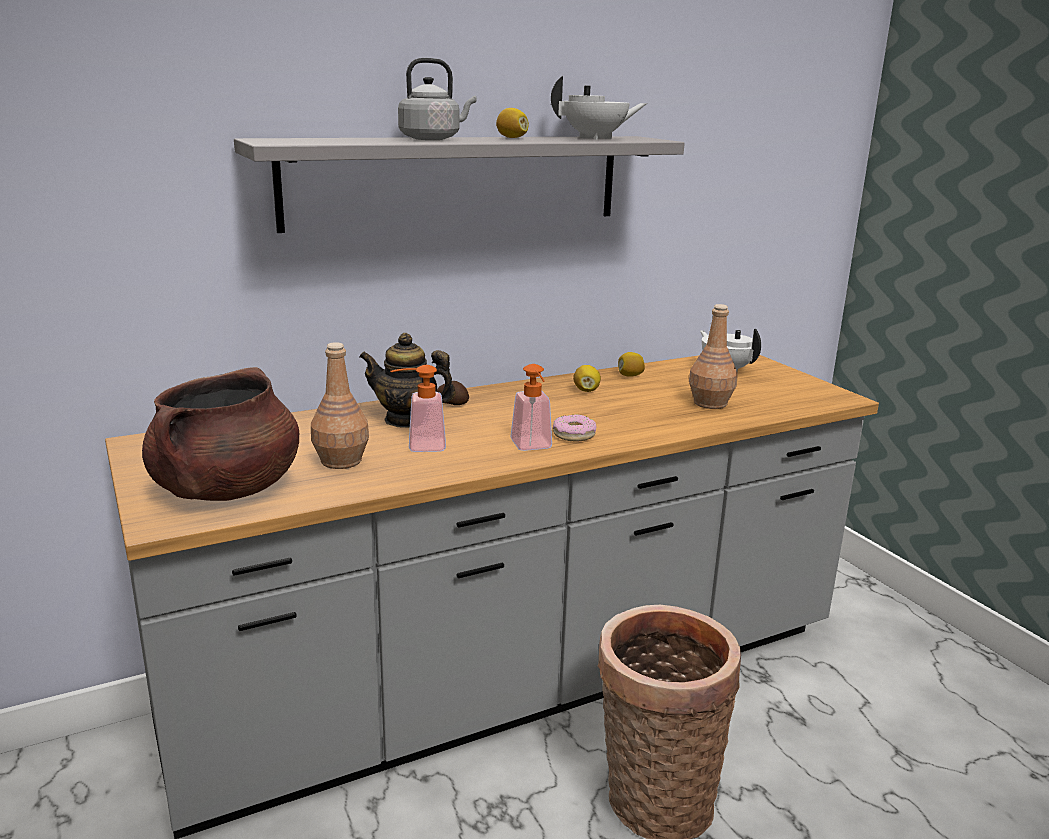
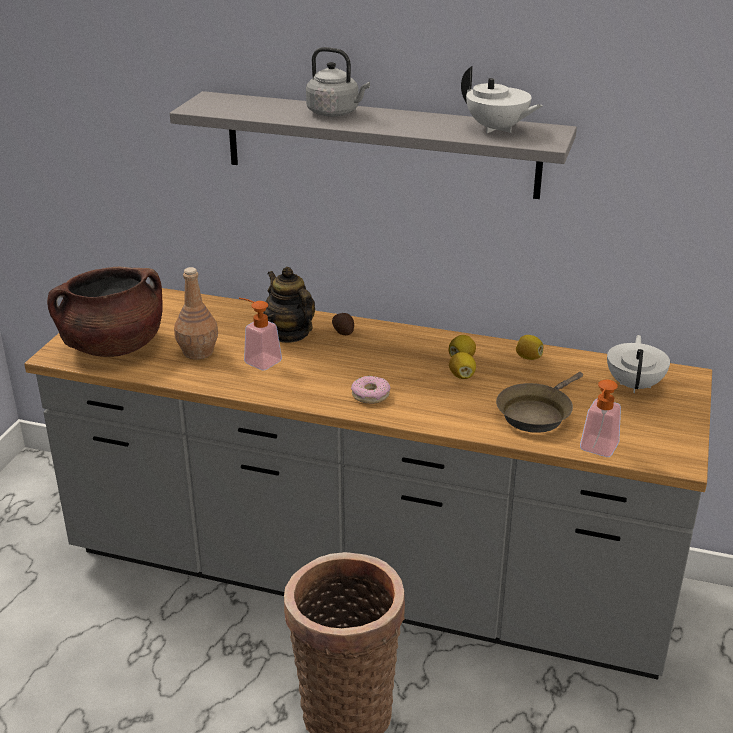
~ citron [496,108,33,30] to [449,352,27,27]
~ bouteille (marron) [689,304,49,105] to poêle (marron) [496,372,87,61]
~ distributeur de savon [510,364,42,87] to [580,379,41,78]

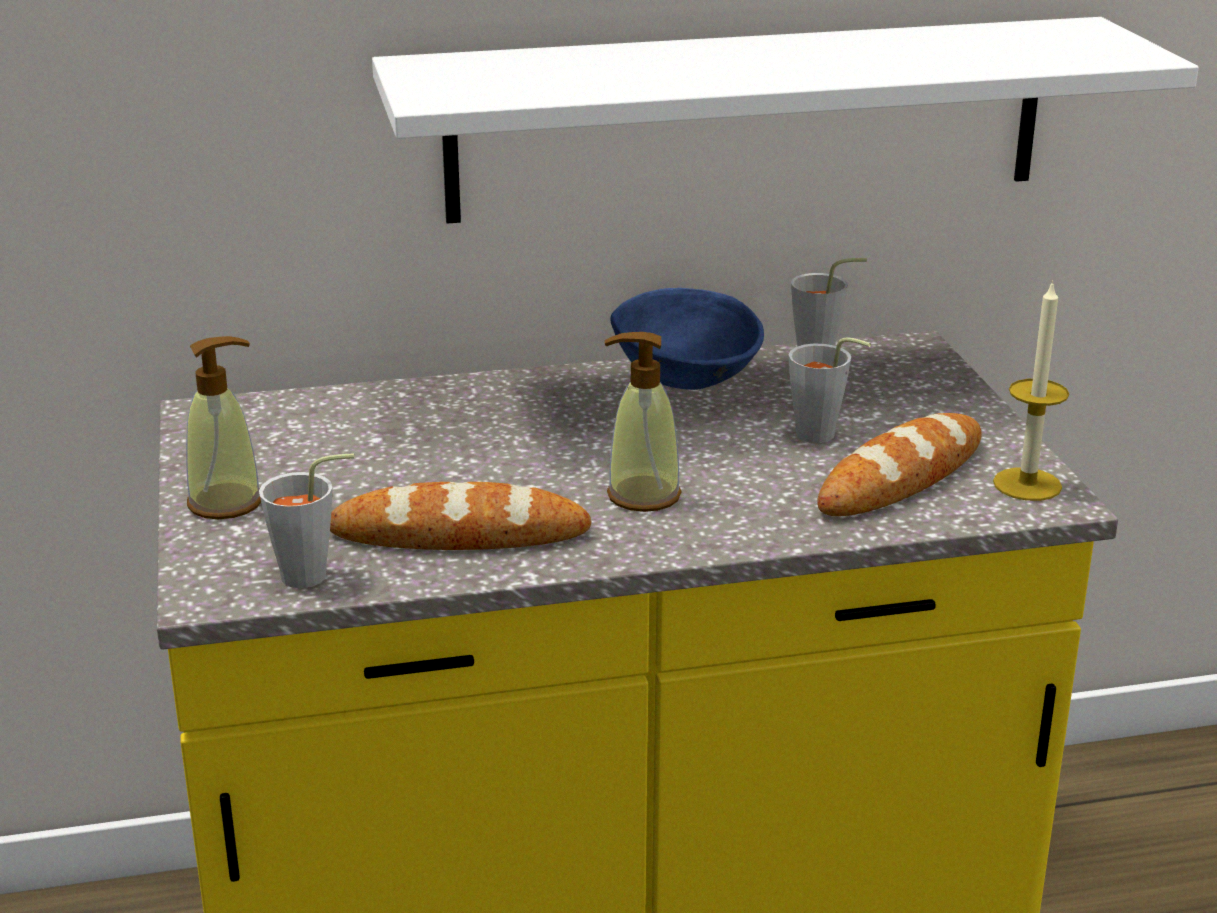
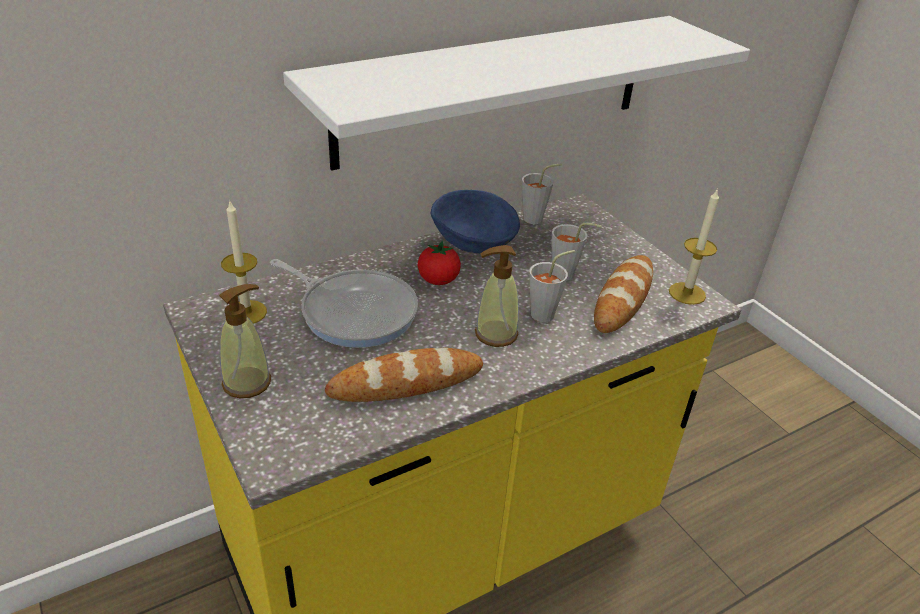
+ bougie [221,202,46,122]
+ poêle [270,259,148,89]
+ tomate [418,241,43,44]
~ tasse (gris) [259,453,95,135] to [529,250,46,72]

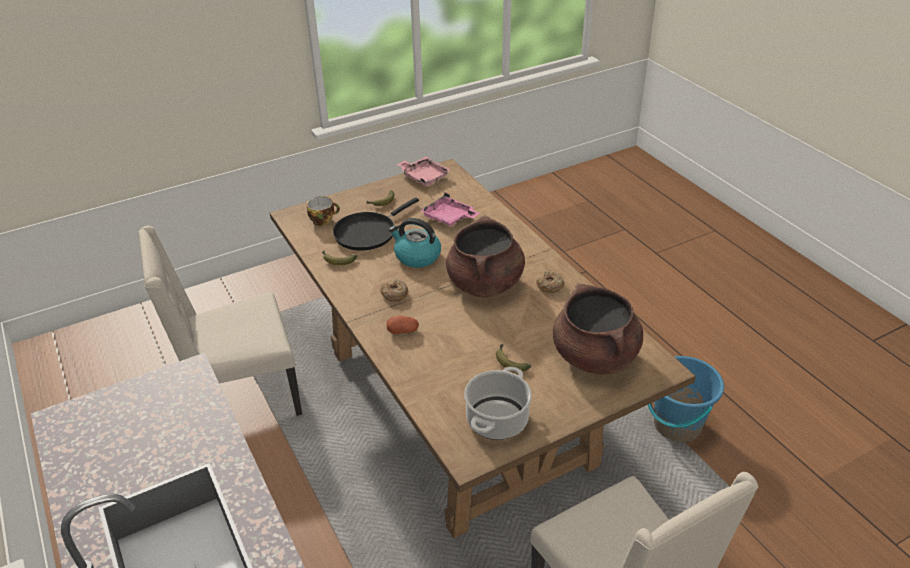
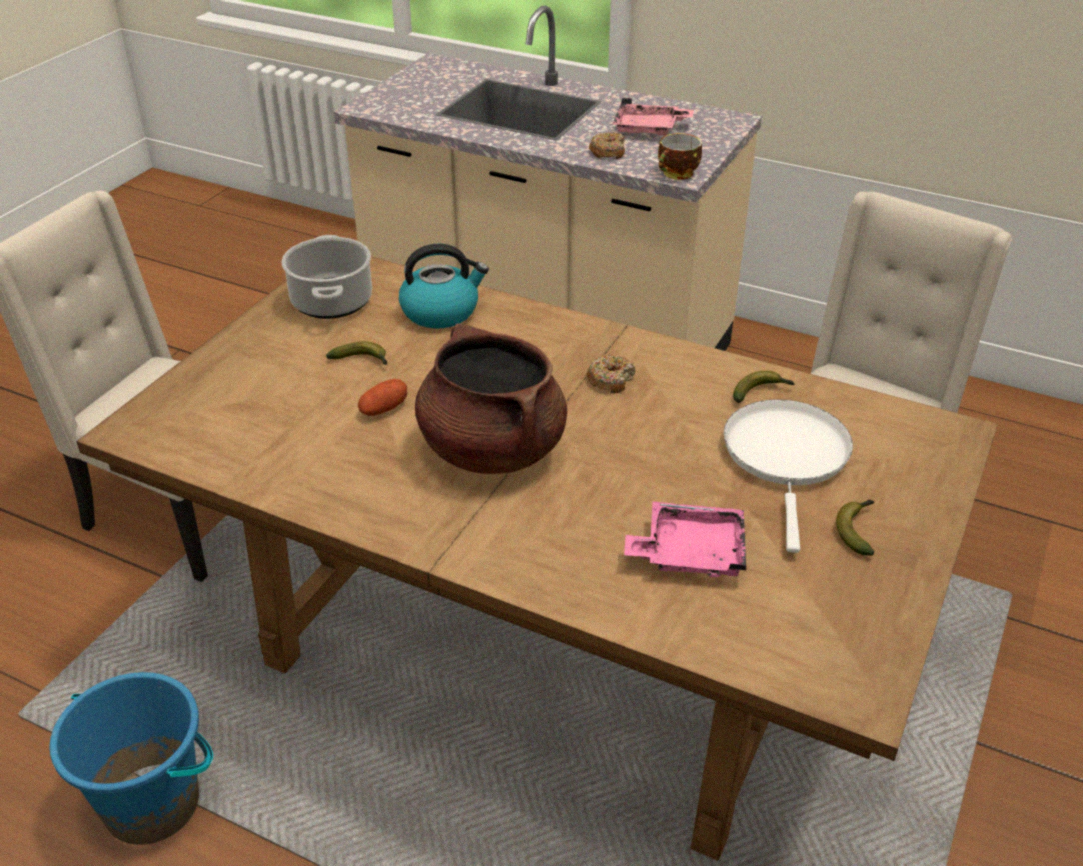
~ pomme de terre [386,316,33,18] to [358,379,49,37]
~ bouilloire [389,218,52,50] to [399,244,90,84]
~ beignet [536,271,29,22] to [589,132,36,27]
~ plateau (rose) [397,156,54,31] to [613,98,81,38]
~ tasse [306,196,34,30] to [658,133,44,47]
~ poêle (noir) [333,197,86,54] to poêle (blanc) [724,399,129,154]
- marmite (marron) [553,283,90,92]

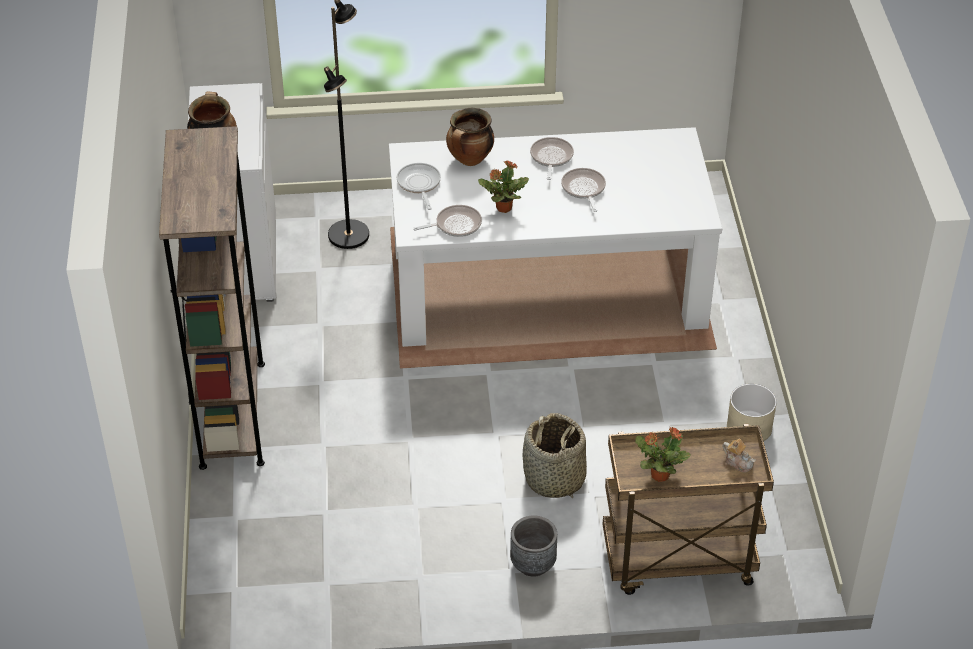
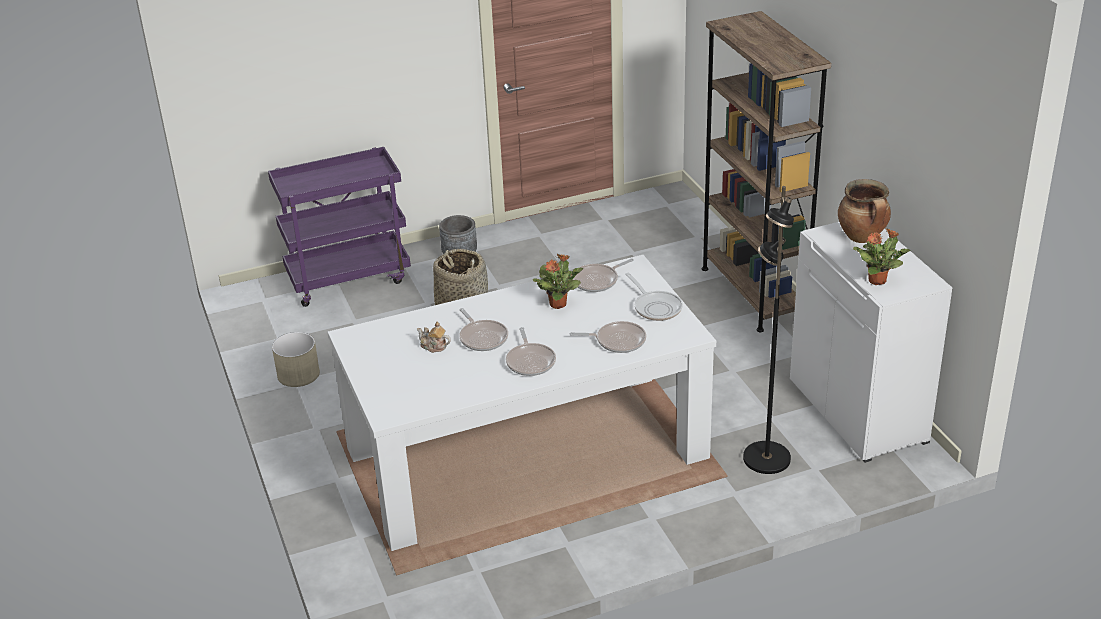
~ chariot (marron) [602,424,172,171] to chariot (violet) [268,147,143,160]
~ théière [722,439,34,34] to [417,322,34,31]
~ marmite [446,108,48,58] to poêle [570,321,76,32]
~ plante en pot [635,427,56,55] to [853,228,57,57]

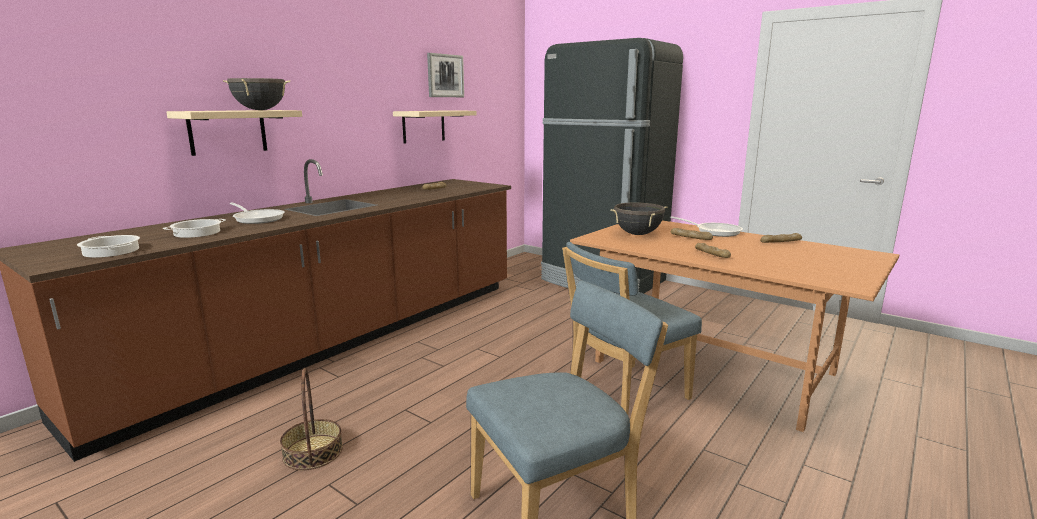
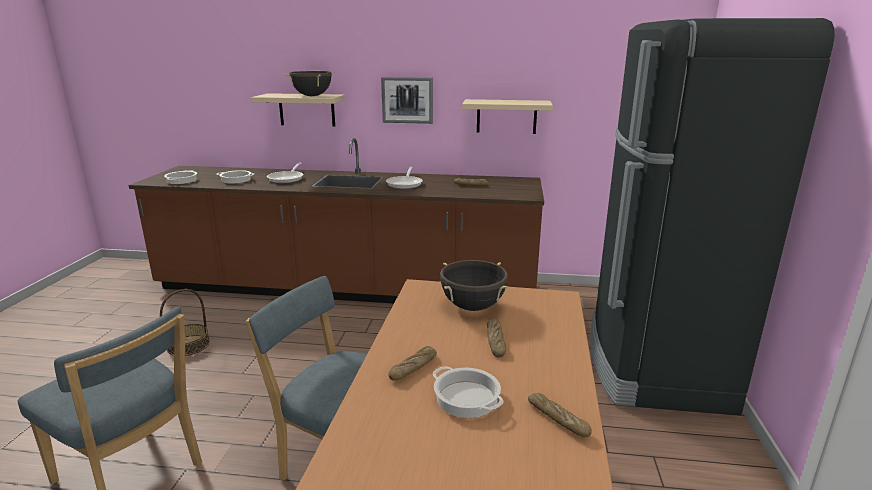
~ tableau [427,53,37,44] to [381,77,52,47]
~ poêle [670,216,73,21] to [386,167,37,22]
+ marmite [432,366,72,52]

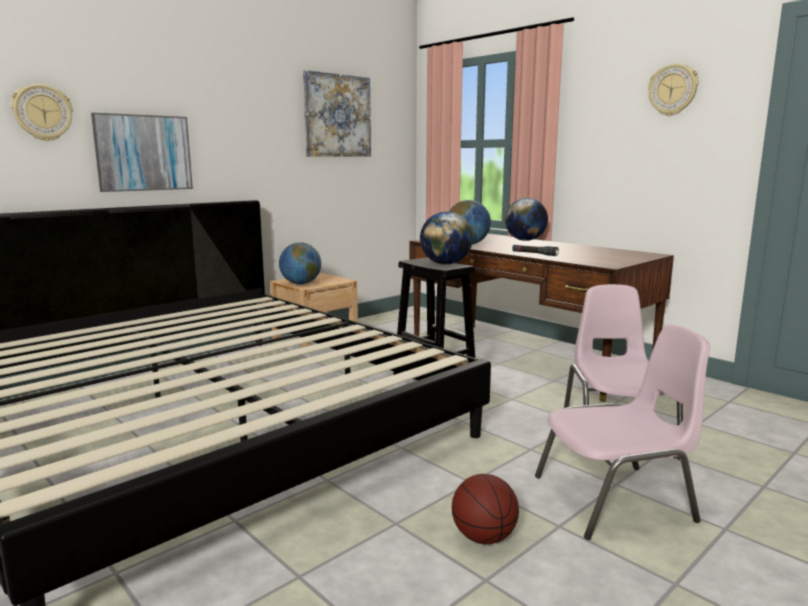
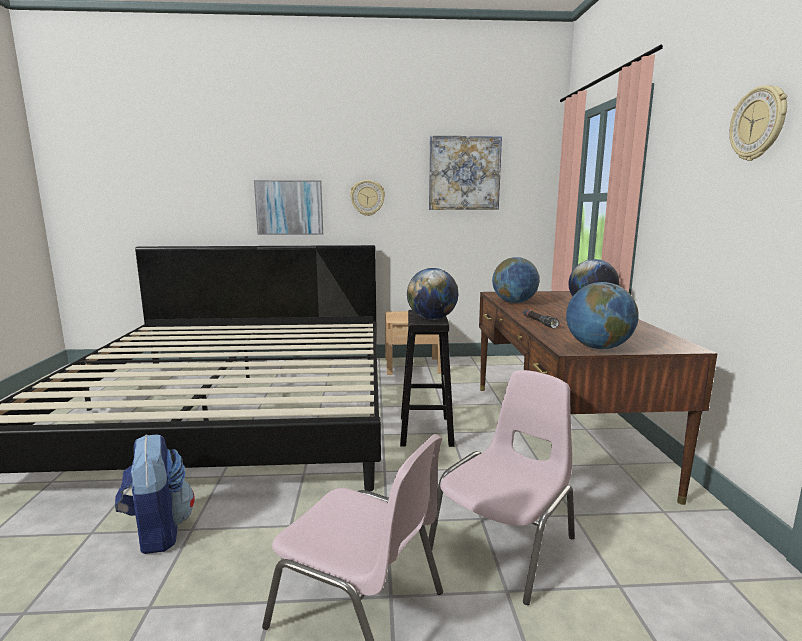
+ sac à dos [115,434,80,120]
~ horloge murale [11,84,62,57] to [350,180,35,36]
~ globe [279,242,42,42] to [566,282,73,67]
- ballon de basket [452,474,67,70]

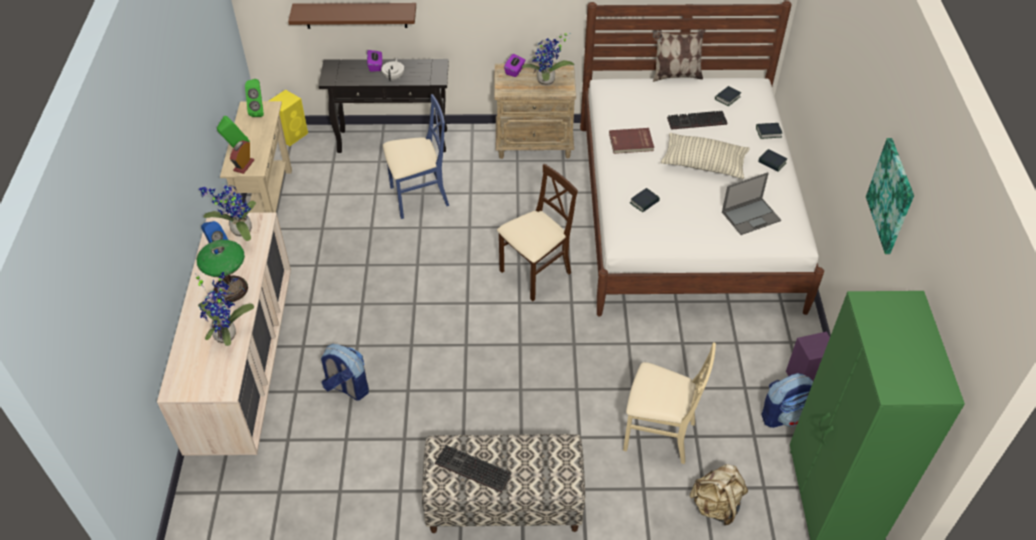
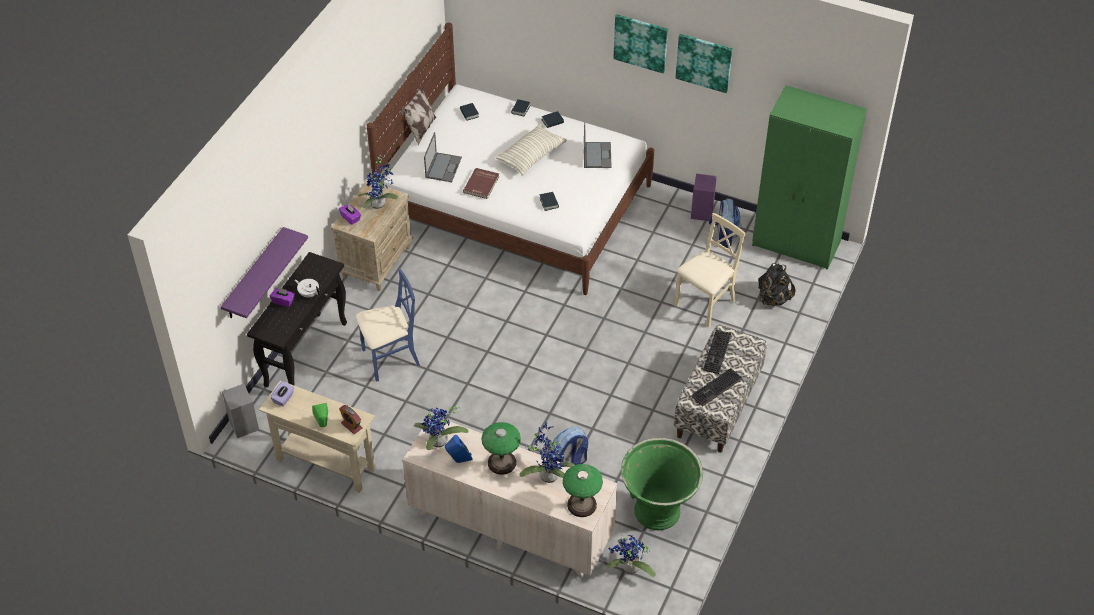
~ étagère (marron) [288,3,128,26] to étagère (violet) [221,227,87,91]
~ enceinte (jaune) [269,90,39,56] to enceinte (gris) [222,384,37,54]
~ enceinte (vert) [245,79,19,38] to boîte à mouchoirs (violet) [270,381,24,26]
~ chaise (bleu) [383,94,66,125] = [356,269,64,113] 60 degrees clockwise
+ ordinateur portable [424,132,38,50]
+ lampe de table [563,464,40,53]
+ plante en pot [607,535,49,42]
+ tableau [613,14,55,60]
+ cache-pot (vert) [621,438,82,92]
~ clavier [667,111,60,19] to [703,330,28,44]
~ sac à dos (beige) [690,464,58,62] to sac à dos (noir) [758,263,37,43]
- chaise (beige) [497,164,81,137]

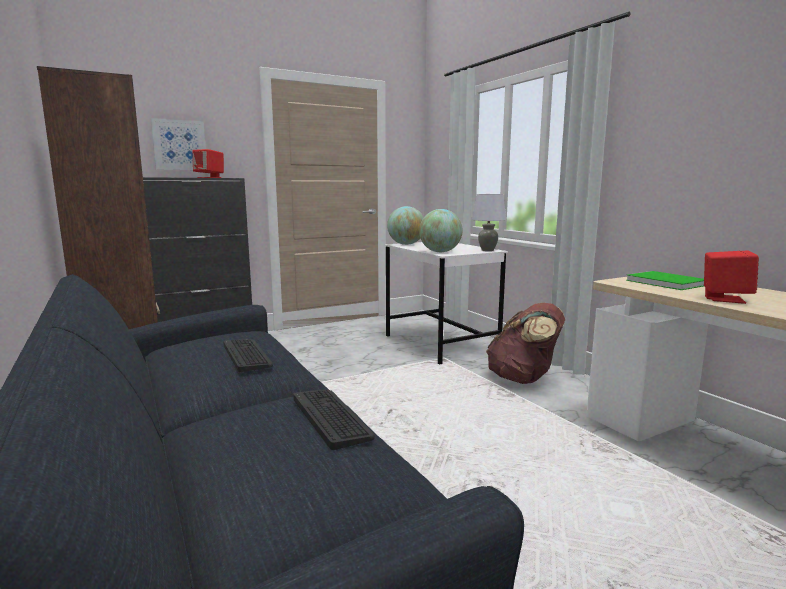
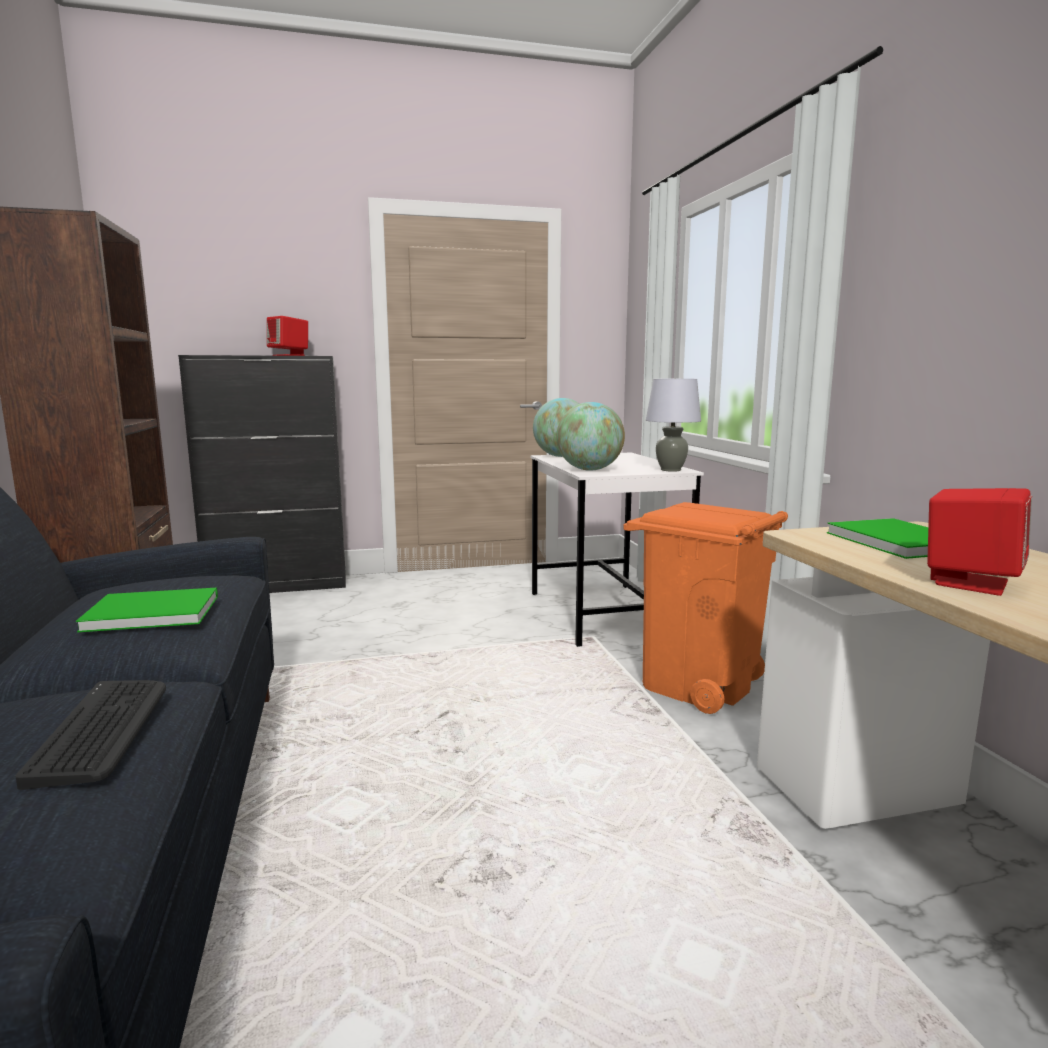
~ clavier [223,339,50,33] to livre (vert) [76,588,142,44]
~ sac à dos (marron) [487,303,78,81] to poubelle (orange) [623,502,165,212]
- tableau [151,118,55,52]

